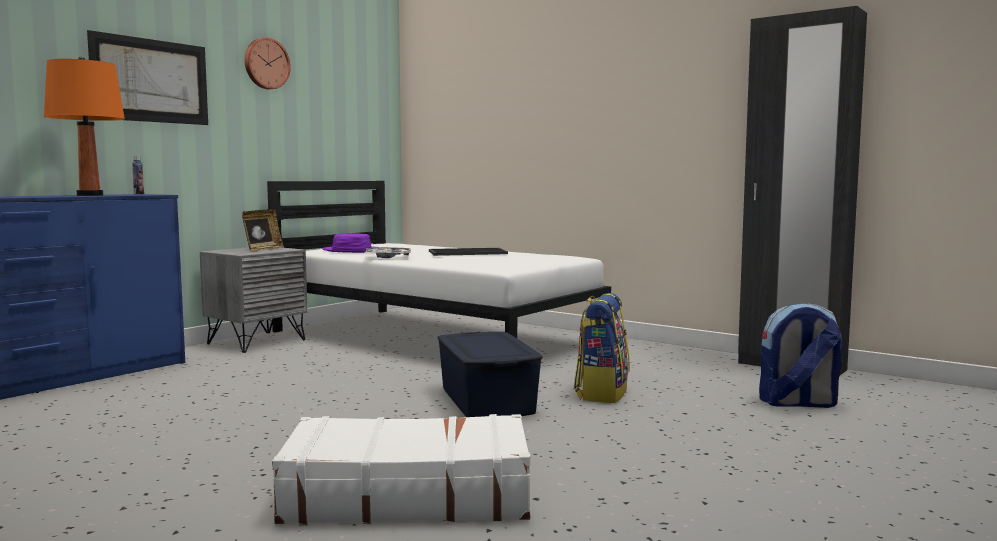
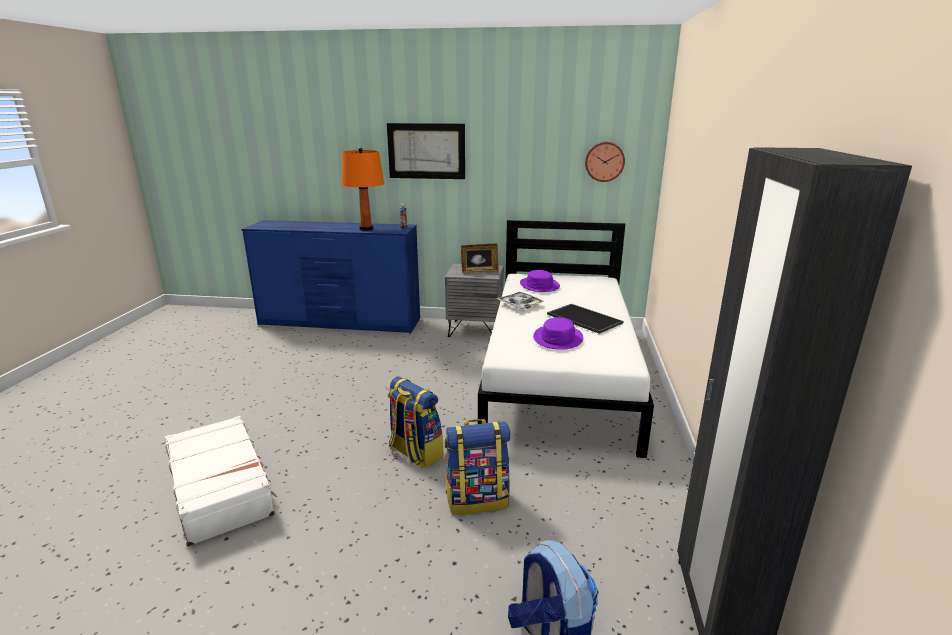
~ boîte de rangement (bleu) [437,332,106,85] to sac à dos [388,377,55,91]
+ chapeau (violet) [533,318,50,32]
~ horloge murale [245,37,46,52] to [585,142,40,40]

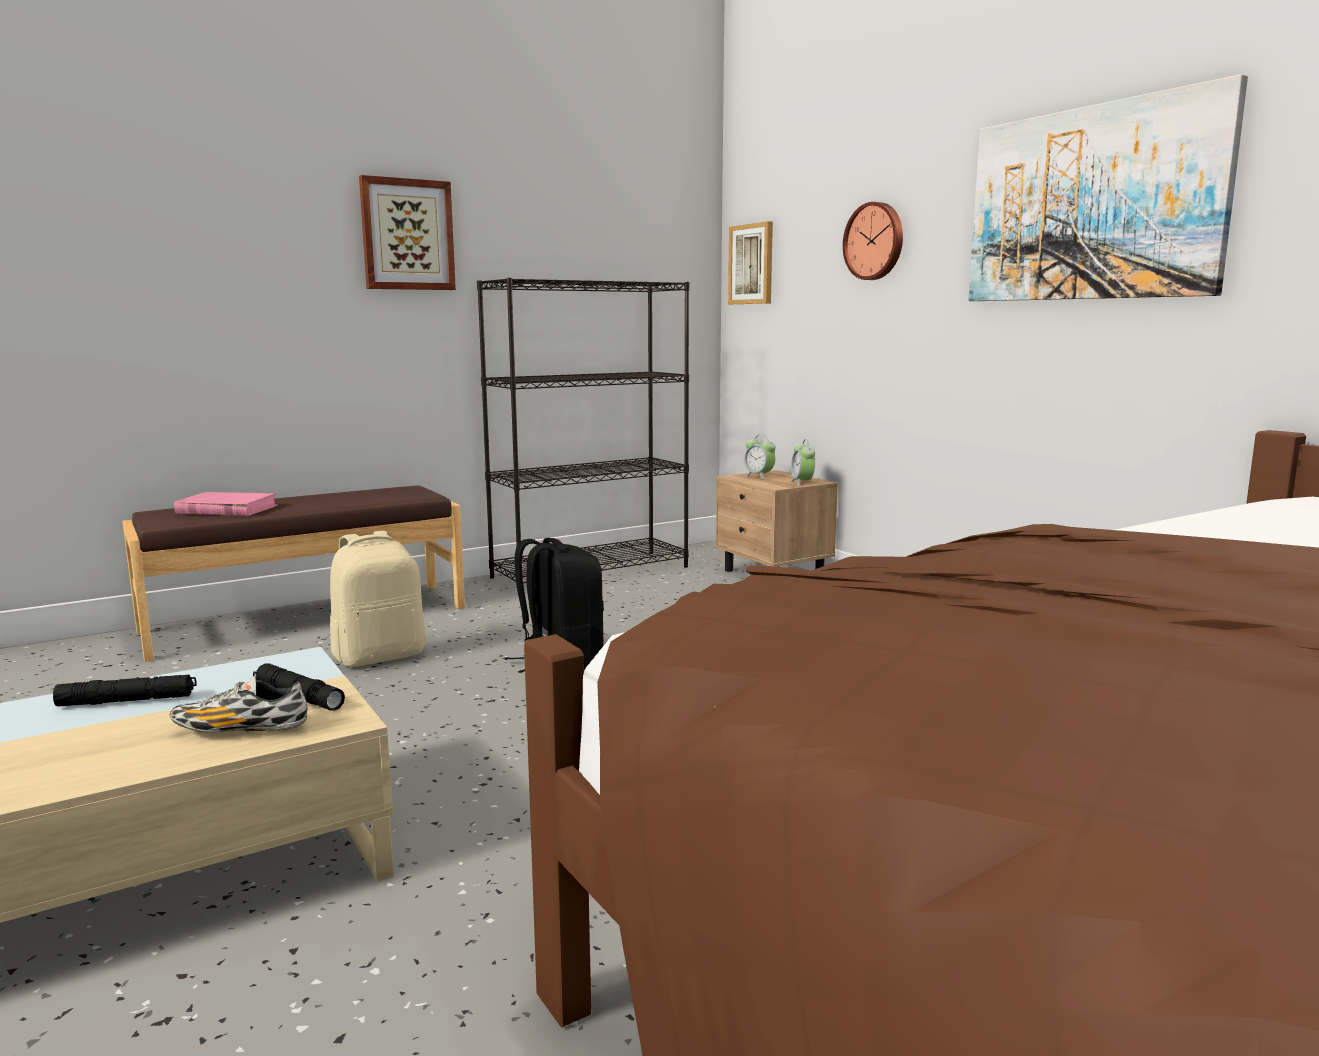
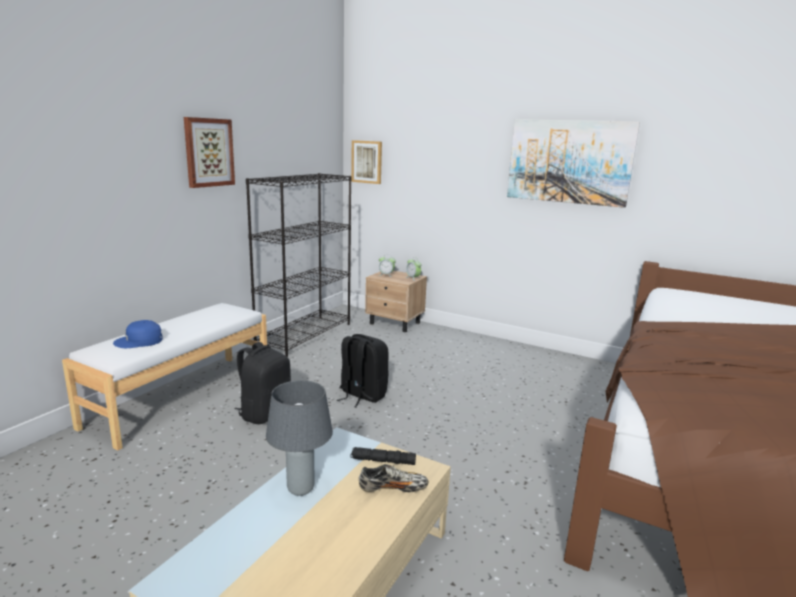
~ banc (marron) [122,486,343,176] to banc (blanc) [62,303,205,148]
~ livre (rose) [174,492,104,24] to casquette (bleu) [113,320,50,28]
~ sac à dos (beige) [330,531,96,136] to sac à dos (noir) [234,342,57,82]
~ lampe de poche (noir) [53,674,144,33] to lampe de table (gris) [266,380,67,116]
~ chaussure [170,675,138,58] = [359,464,70,28] 150 degrees counterclockwise
- horloge murale [843,202,60,78]

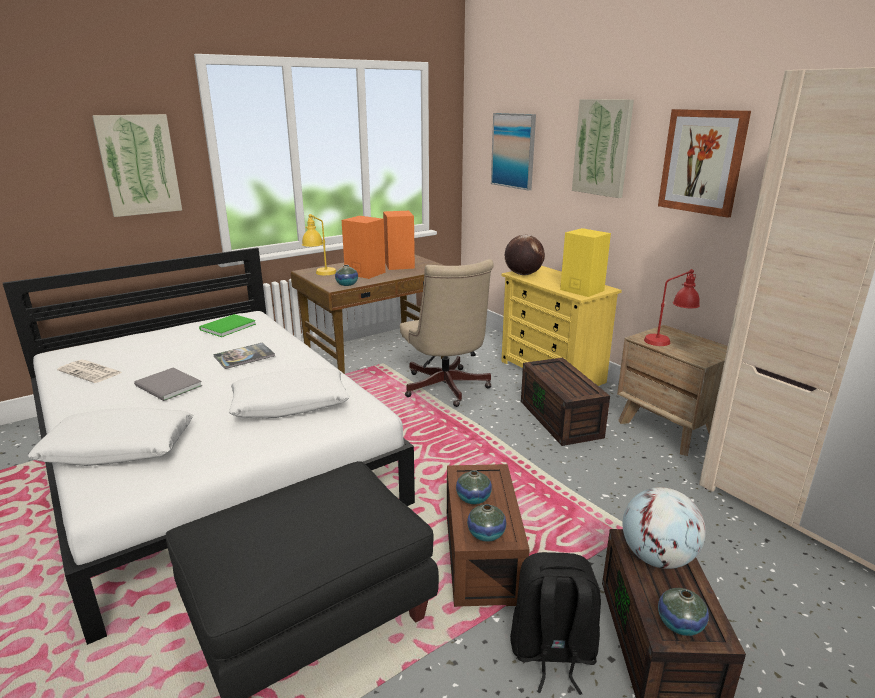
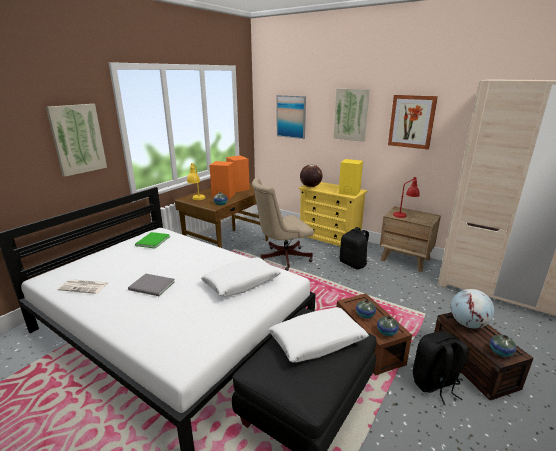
~ chaise de bureau (beige) [400,259,94,148] = [252,178,62,93] 105 degrees clockwise
~ coussin (blanc) [28,408,165,58] to [269,307,100,56]
~ boîte de rangement (marron) [521,358,89,88] to sac à dos (noir) [340,227,29,42]
- livre [213,343,62,26]

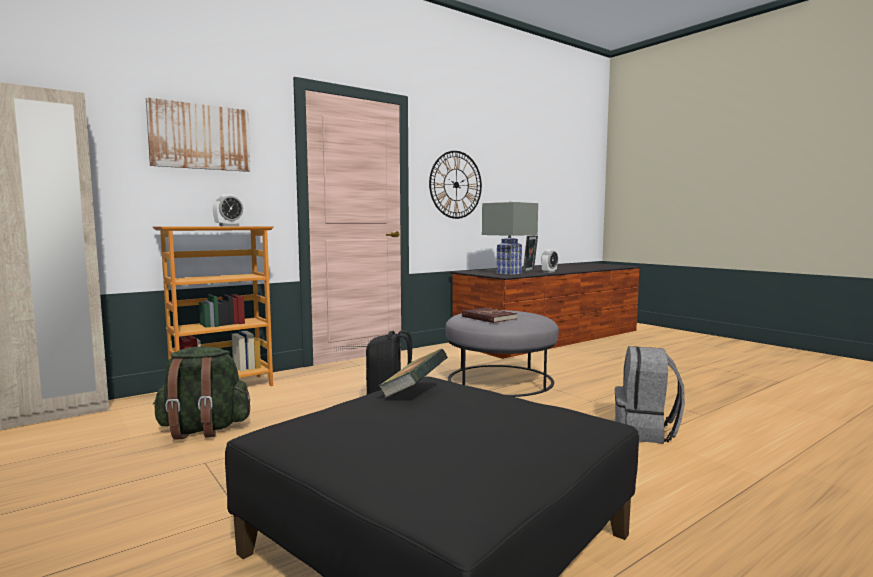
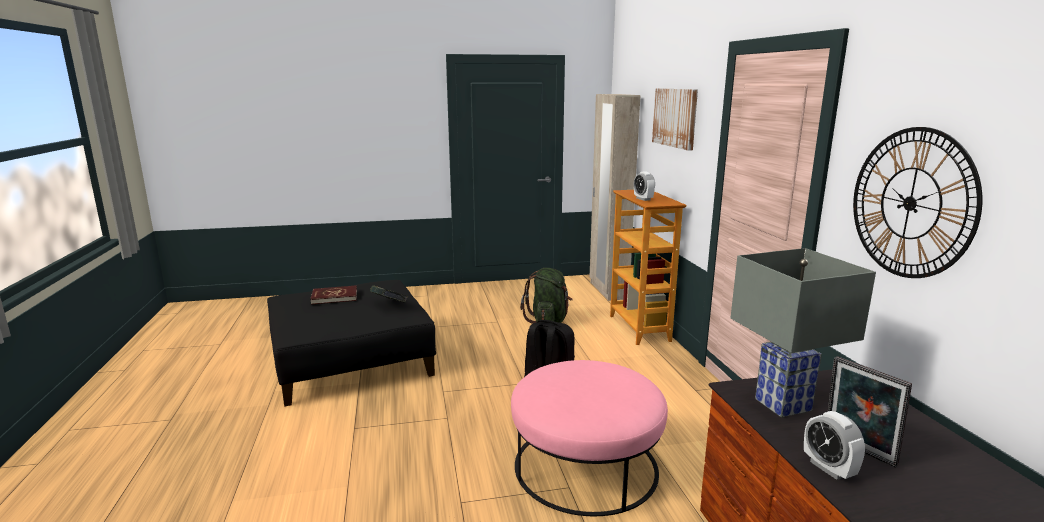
~ livre (rouge) [462,308,55,15] to [310,285,47,20]
~ pouf (gris) [445,310,114,87] to pouf (rose) [511,360,157,156]
- sac à dos (gris) [615,346,70,98]

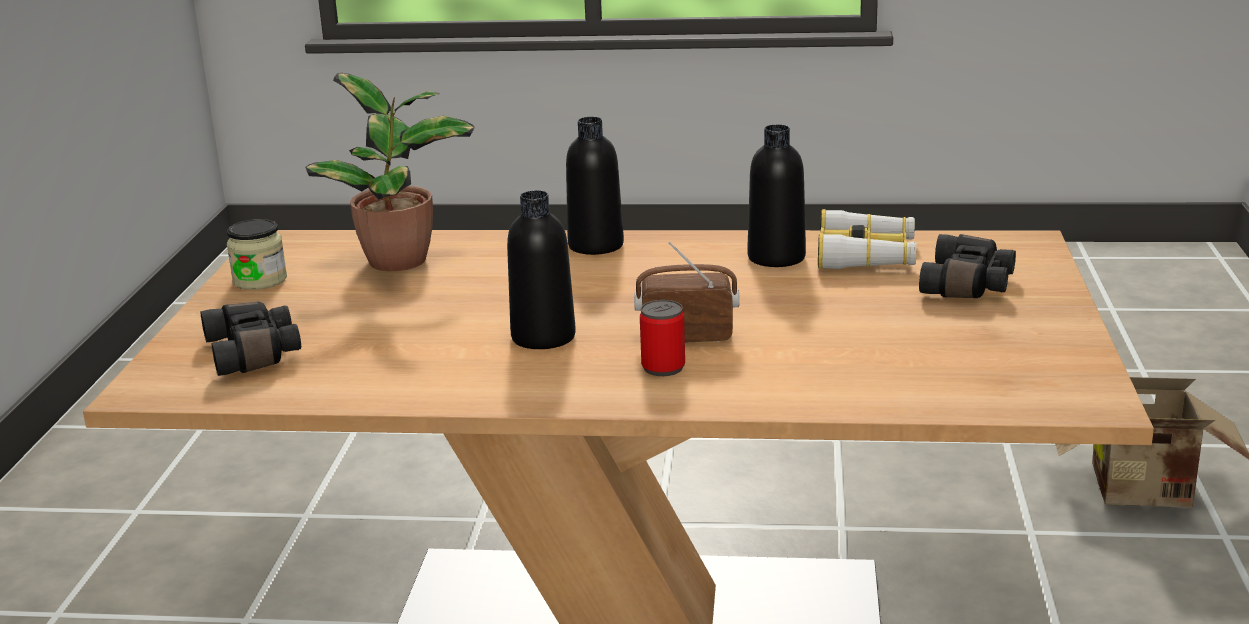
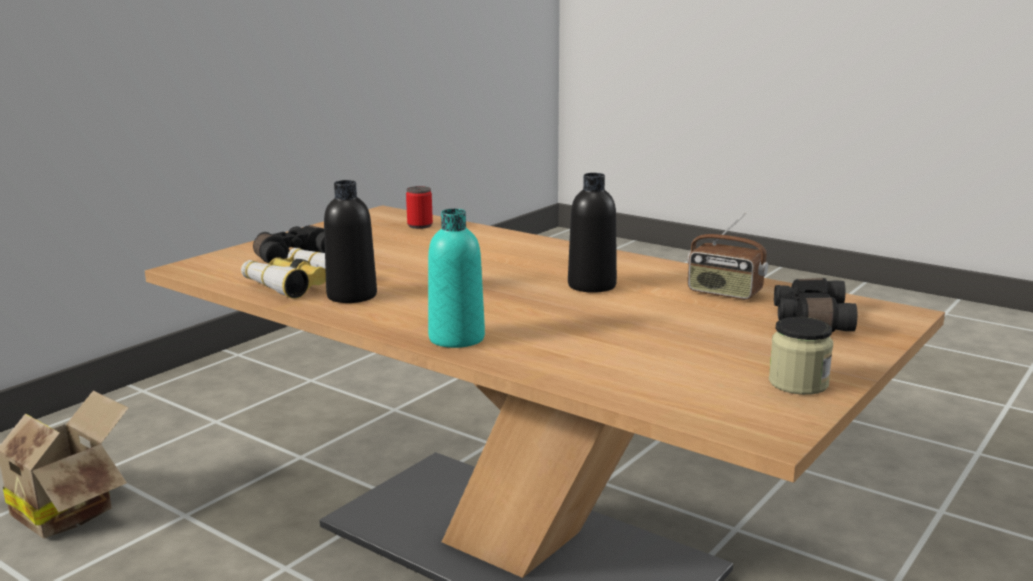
~ boîte métallique [640,300,45,76] to [406,186,27,43]
~ bouteille (noir) [566,117,58,138] to bouteille (turquoise) [428,209,57,139]
~ radio [634,242,106,100] to [687,212,81,88]
- plante en pot [305,73,170,198]

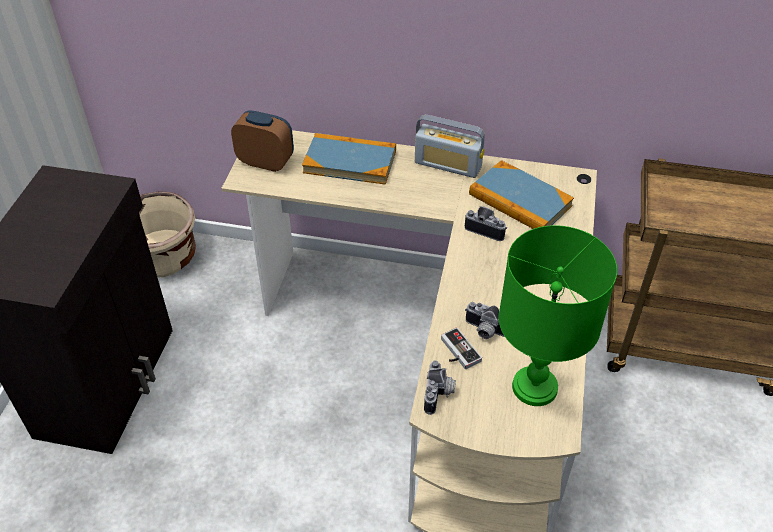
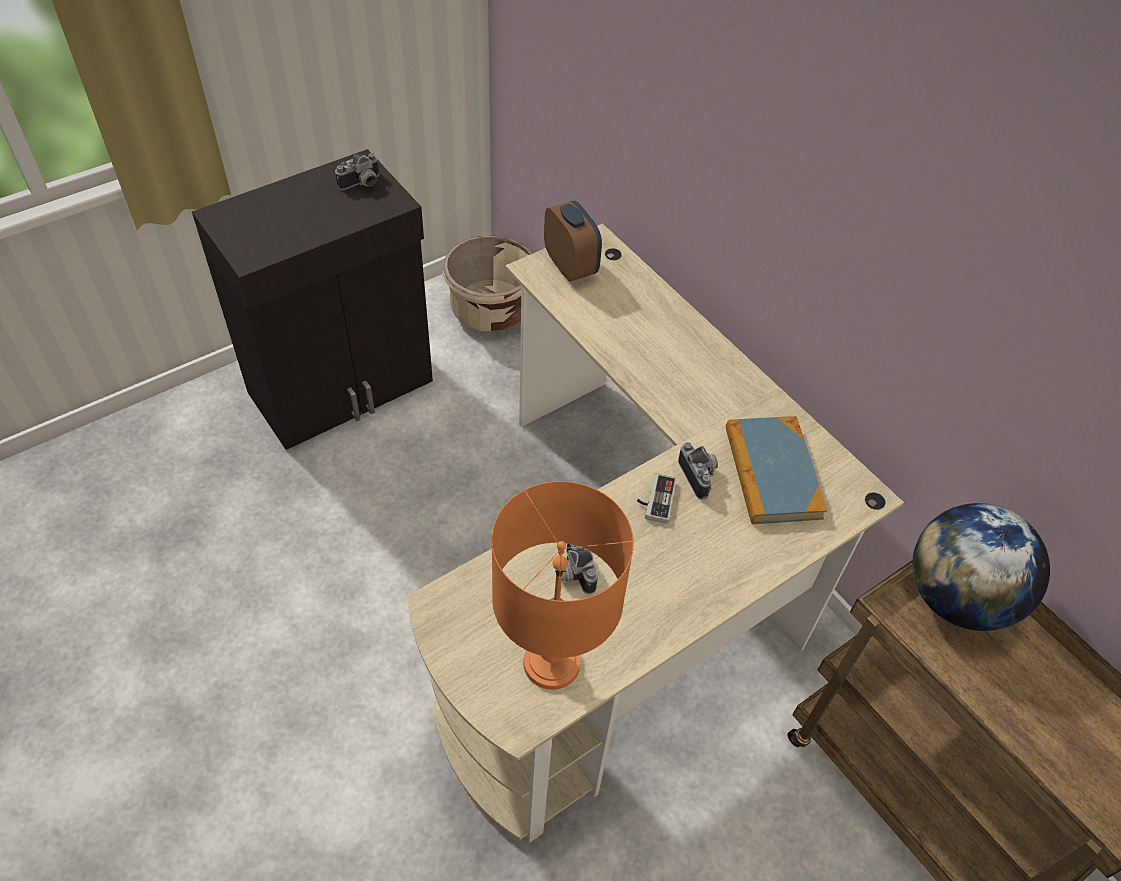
~ appareil photo [424,360,32,55] to [335,153,45,37]
~ lampe de table (vert) [499,225,118,181] to lampe de table (orange) [491,481,143,209]
~ manette [441,327,41,42] to [637,473,40,51]
+ globe [912,503,138,128]
- livre [302,133,94,52]
- radio [415,115,70,63]

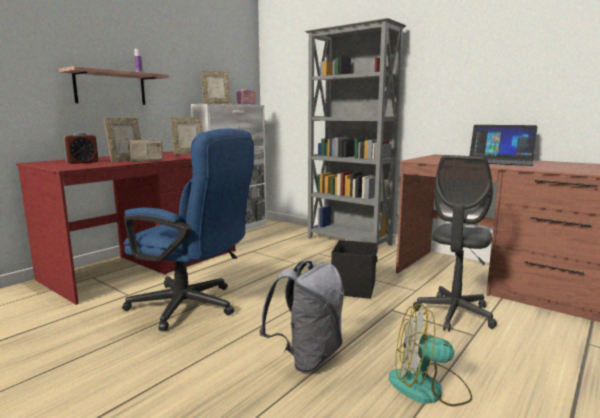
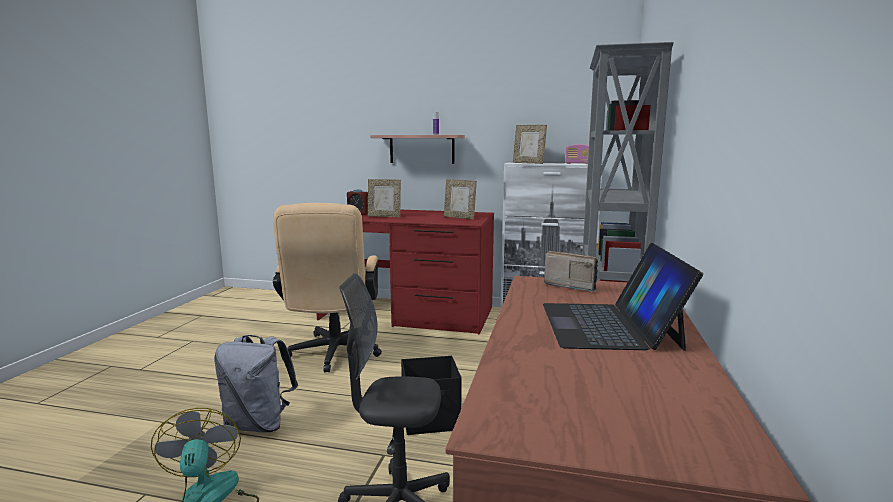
~ chaise de bureau (bleu) [122,128,132,203] to chaise de bureau (beige) [273,203,109,169]
~ radio [128,140,36,22] to [544,251,54,41]

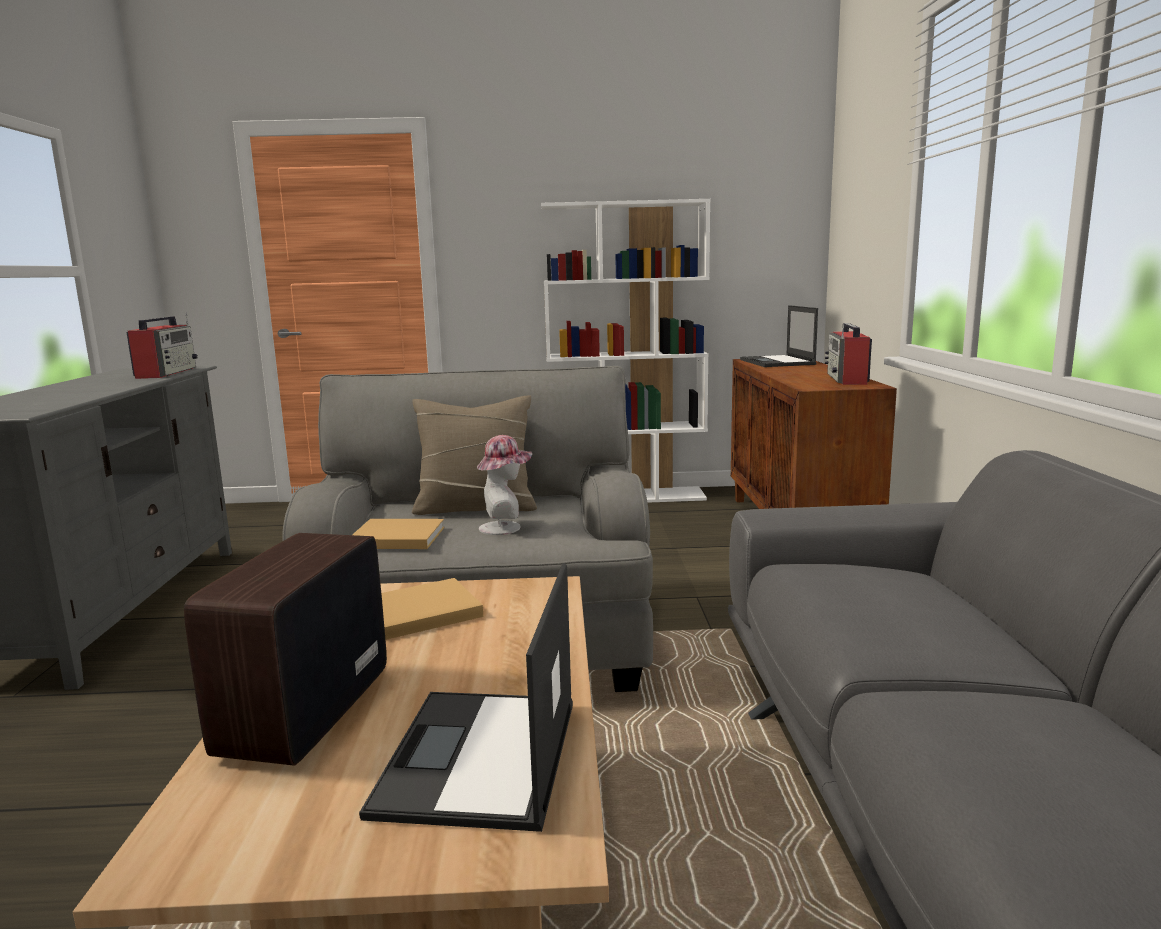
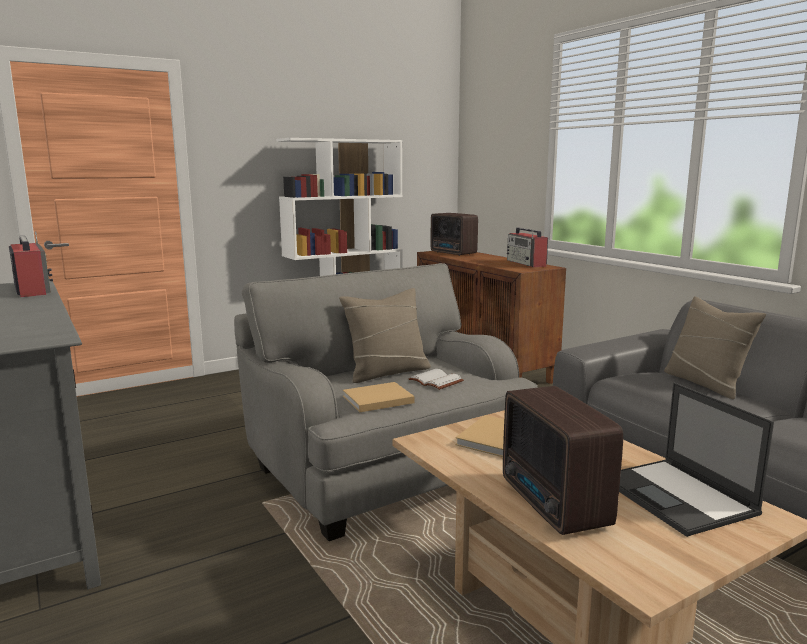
~ chapeau [477,435,55,100] to livre (blanc) [408,369,56,21]
~ ordinateur portable [740,305,78,62] to radio [431,213,47,43]
+ coussin (beige) [664,297,102,102]

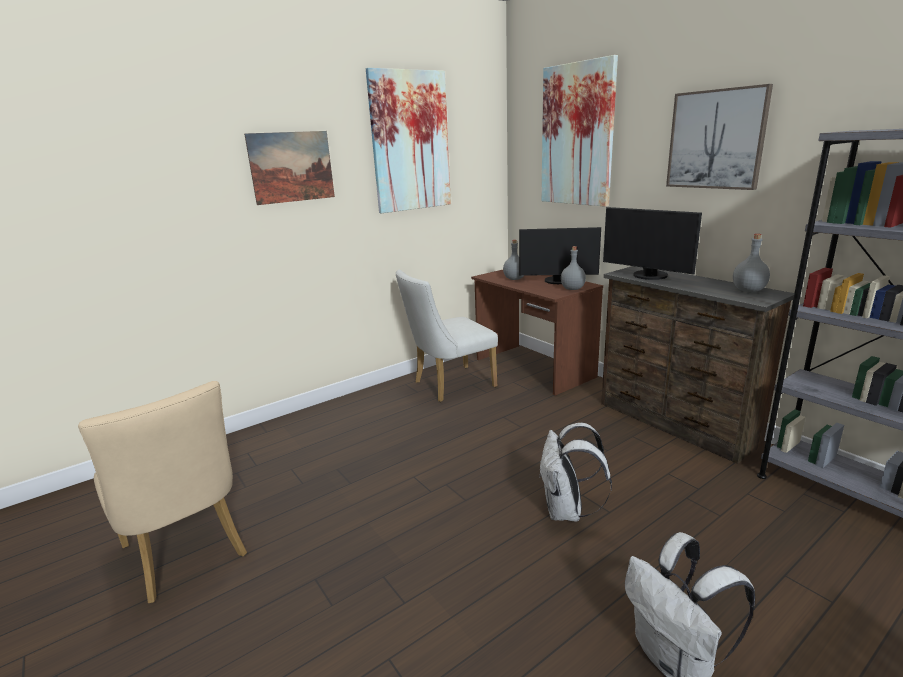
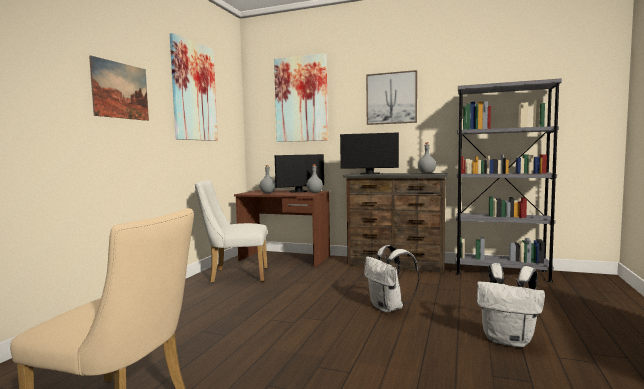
~ chaise (blanc) [396,270,102,132] = [195,180,72,103] 60 degrees clockwise

